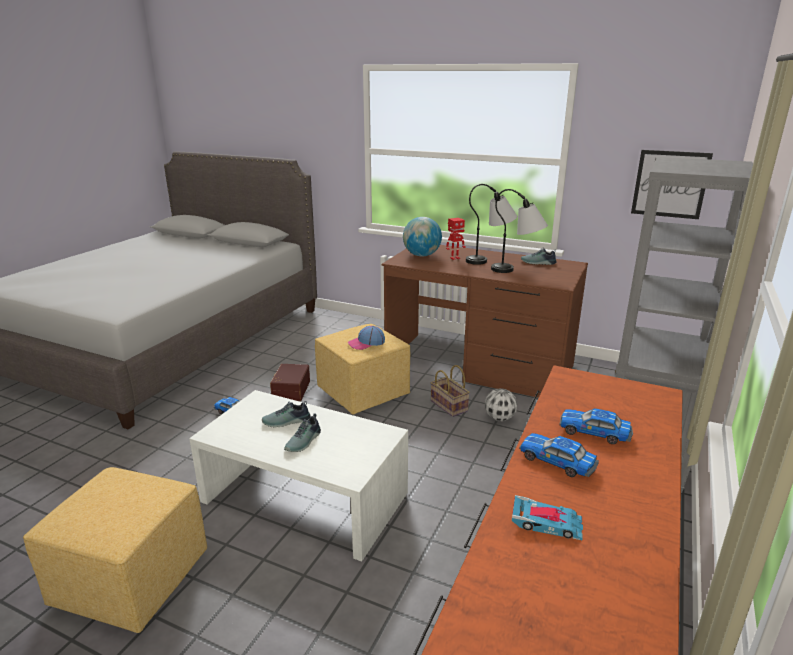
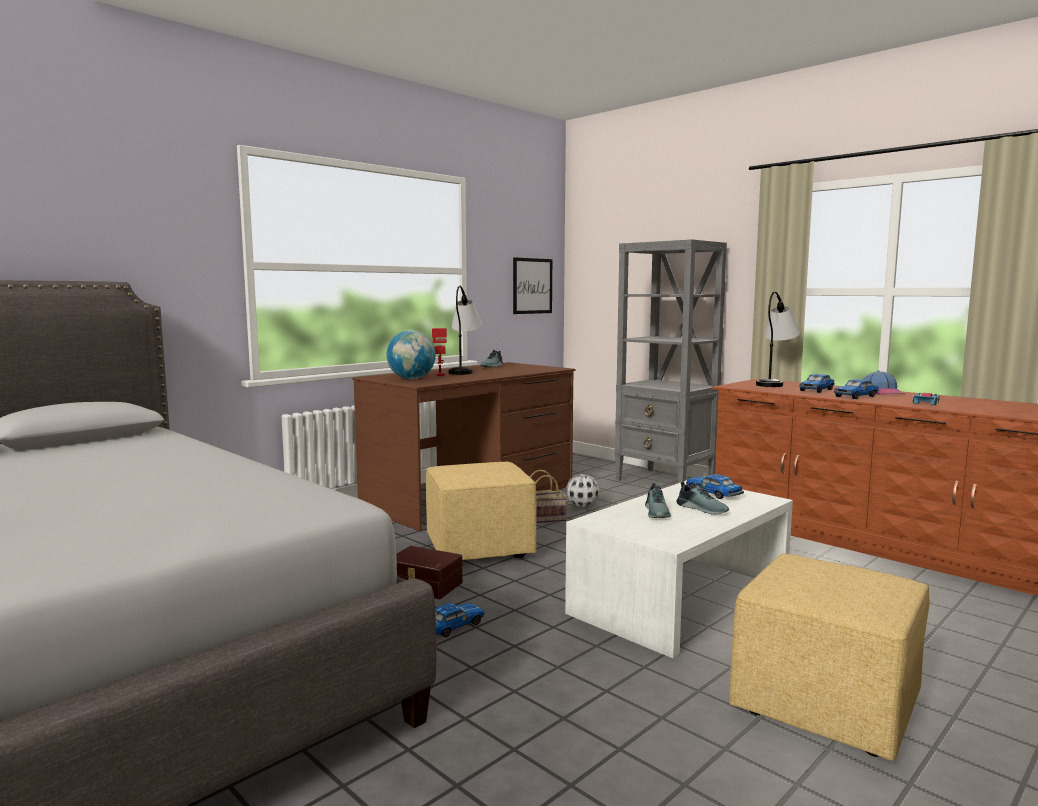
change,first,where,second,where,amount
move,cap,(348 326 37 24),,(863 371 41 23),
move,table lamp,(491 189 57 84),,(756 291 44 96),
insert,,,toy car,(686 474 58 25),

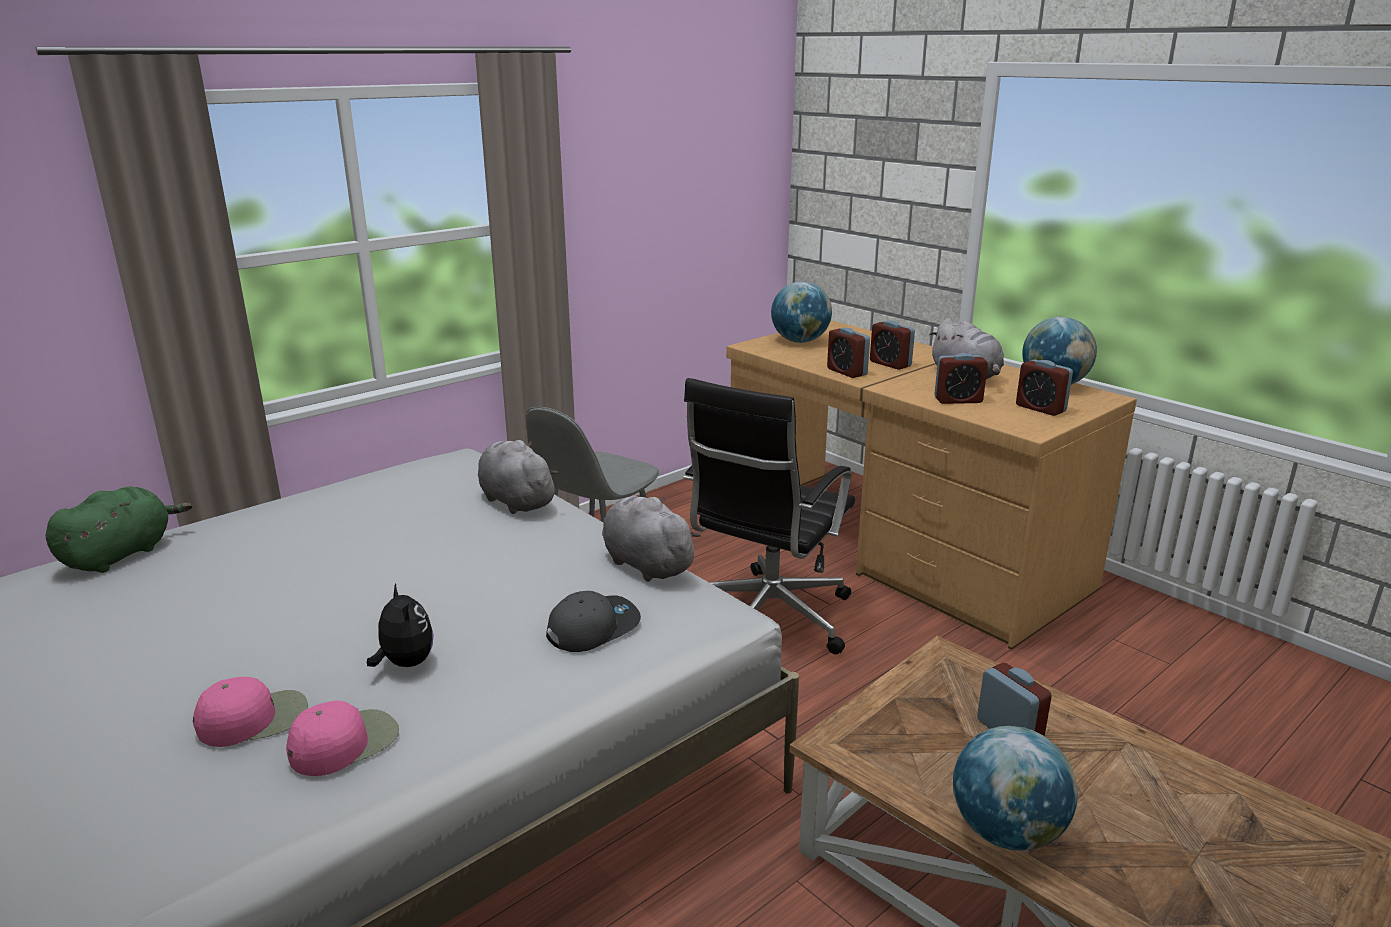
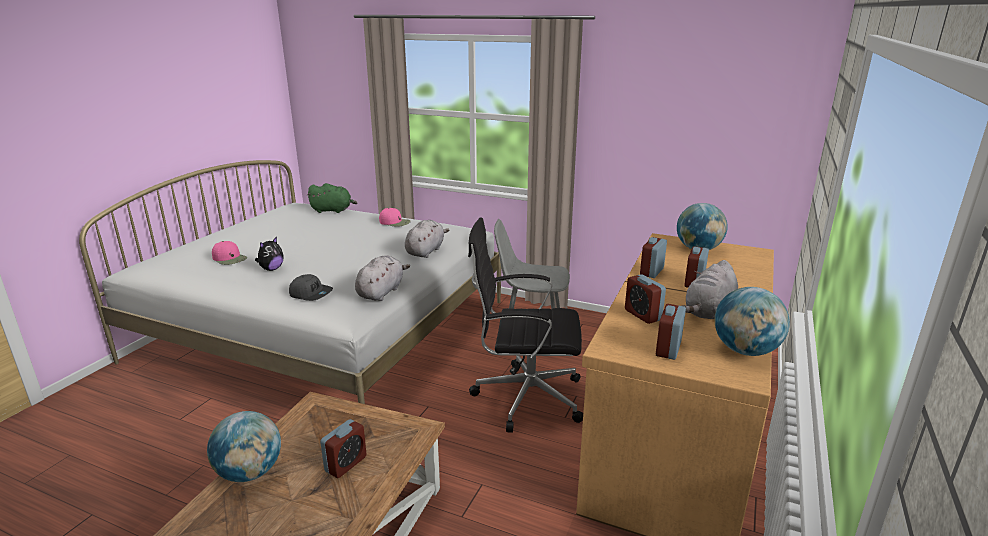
change,first,where,second,where,amount
move,pink cap,(286 701 113 75),,(379 208 32 19),

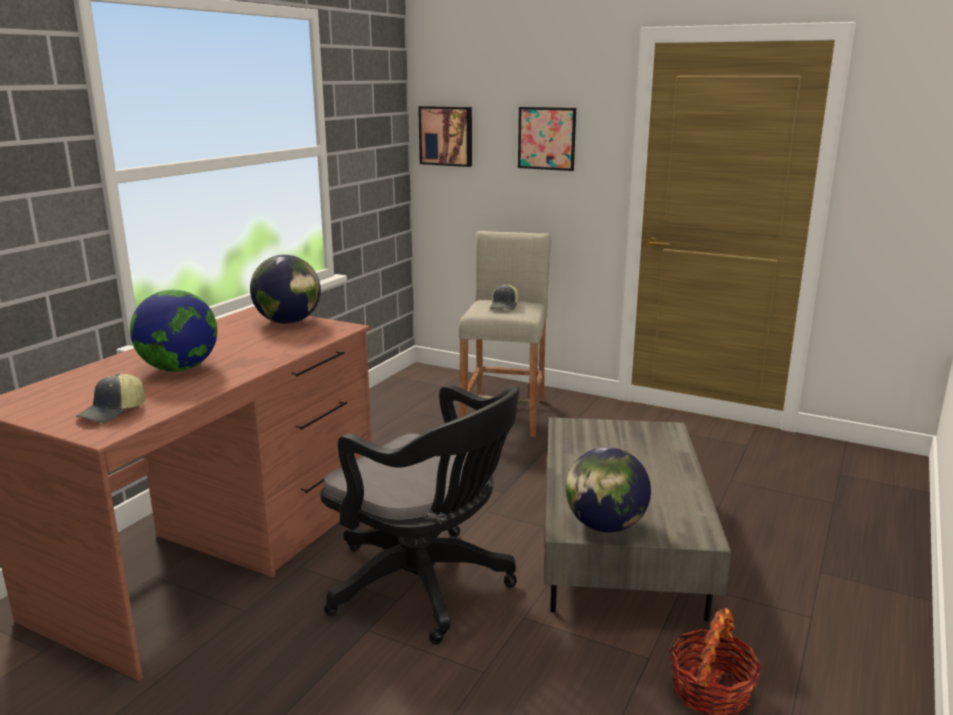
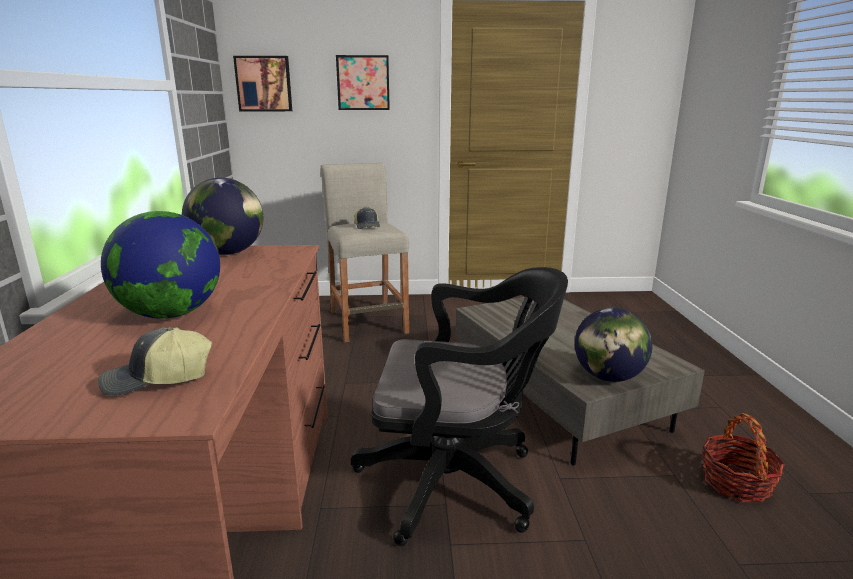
change,first,where,second,where,amount
rotate,cap,(76 374 69 48),,(98 327 114 69),75 degrees clockwise

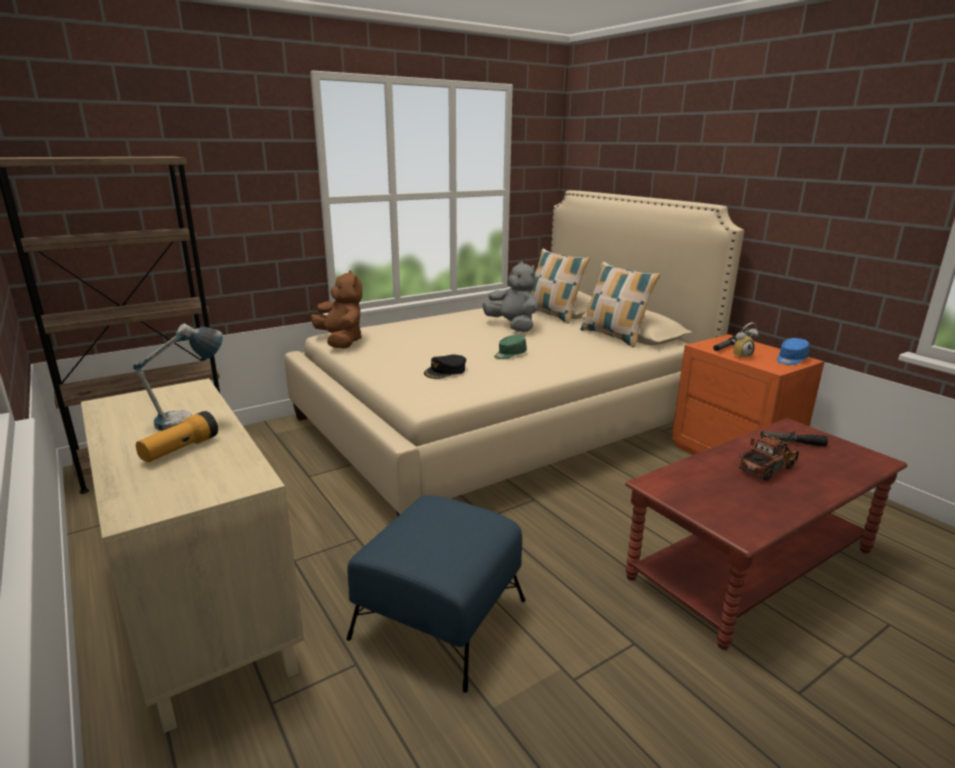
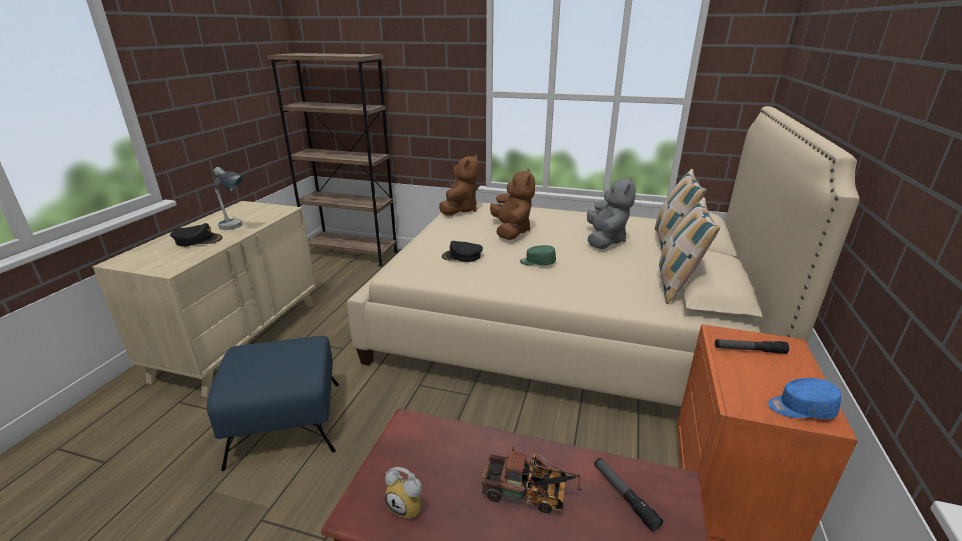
change,first,where,second,where,amount
replace,flashlight,(136 411 82 51),black cap,(170 223 53 24),
move,alarm clock,(732 322 26 37),,(385 467 37 53),
insert,,,brown plush toy,(490 168 45 72),

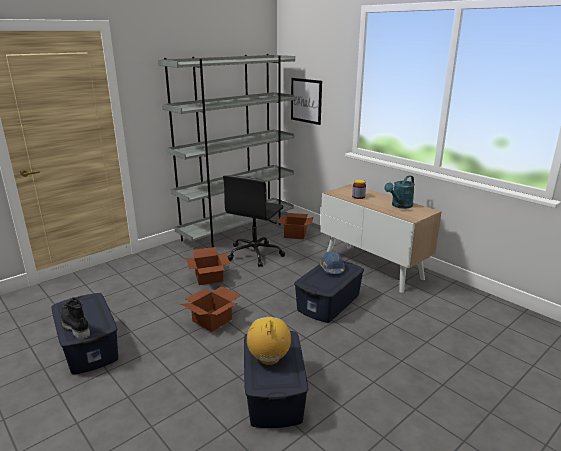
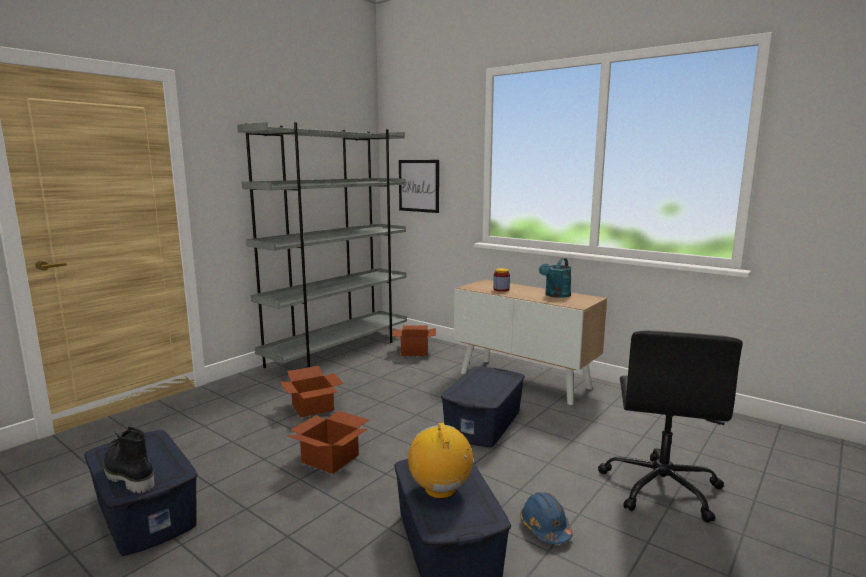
change,first,where,second,where,amount
move,black office chair,(223 175 62 92),,(598 330 145 193),
move,blue hard hat,(320 251 25 23),,(520 492 53 52),

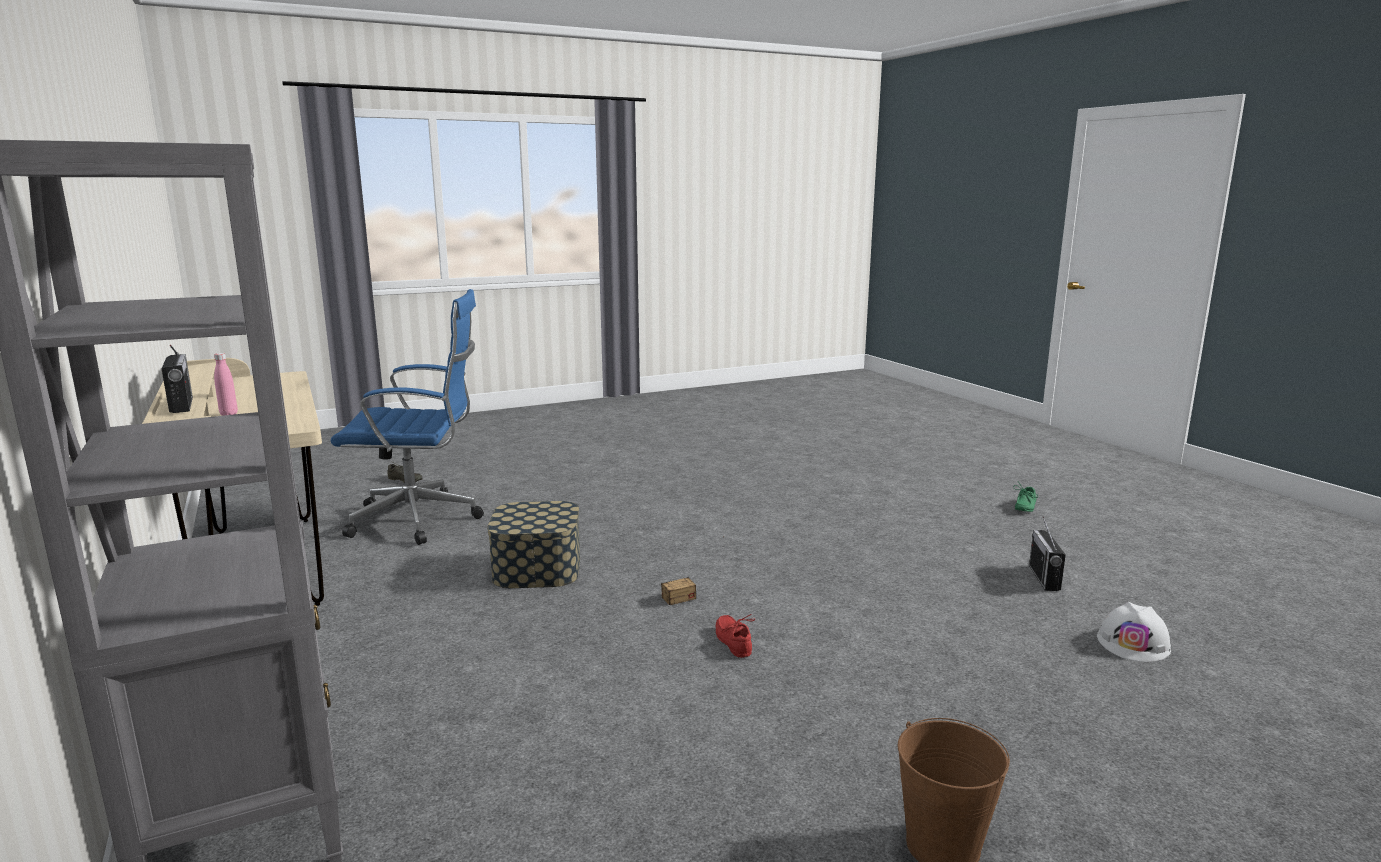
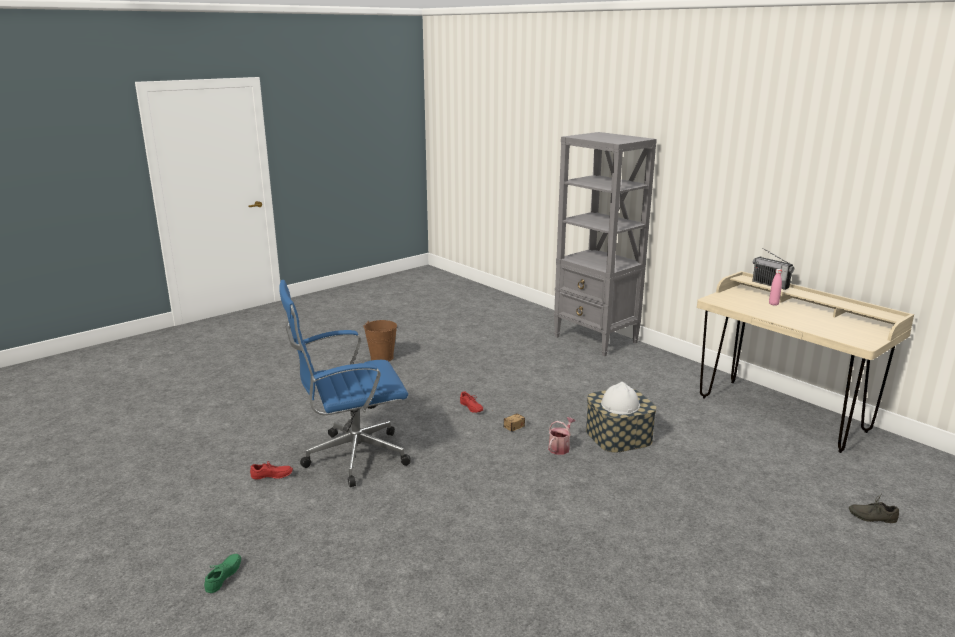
change,first,where,second,where,amount
move,blue office chair,(331 289 153 256),,(279 280 132 207),
replace,radio,(1029 517 37 74),red shoe,(250 461 43 18),
move,white hard hat,(1097 602 74 60),,(601 382 39 33),
insert,,,watering can,(548 417 28 38),

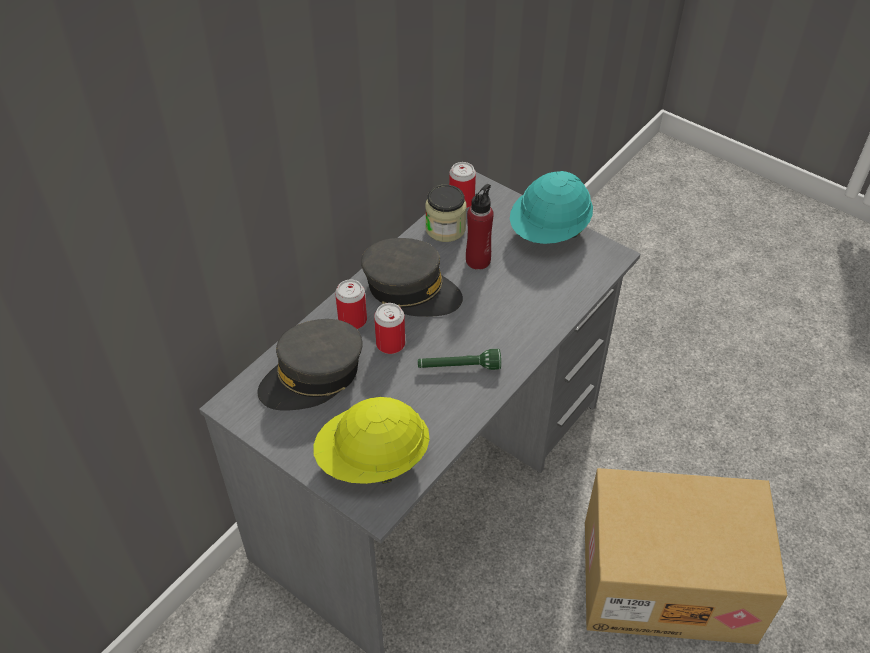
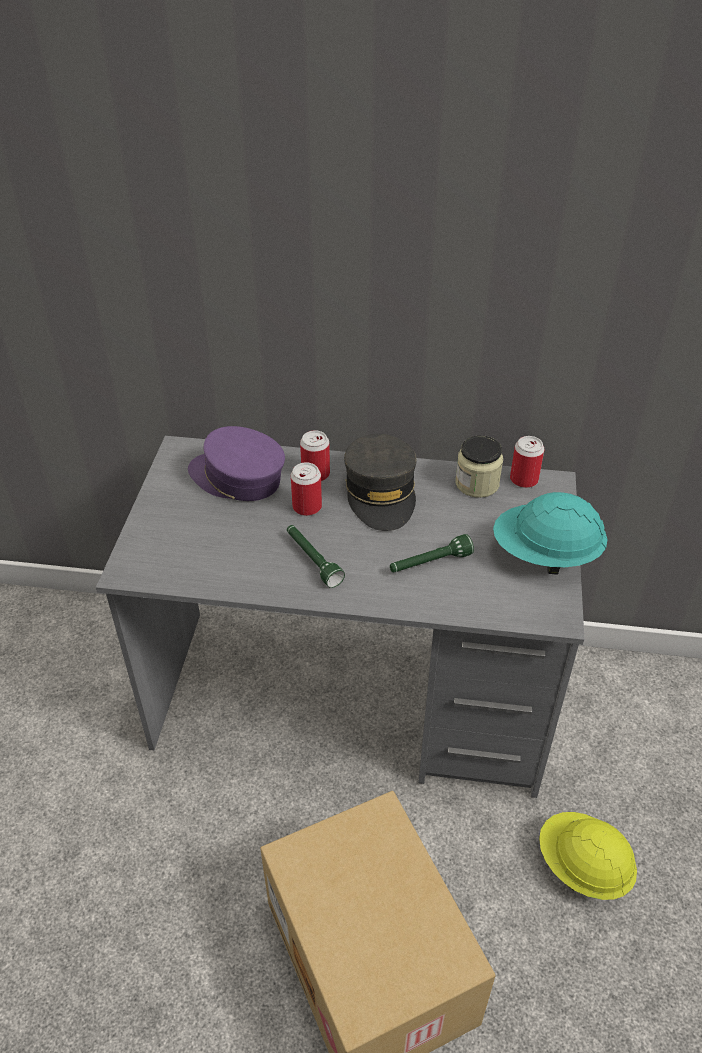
change,first,where,second,where,amount
recolor,grey cap,(257 319 106 92),purple cap,(188 426 97 75),
move,yellow hard hat,(313 397 117 87),,(539 812 98 88),
delete,red bottle,(466 184 28 86),,,
insert,,,green flashlight,(390 534 84 38),

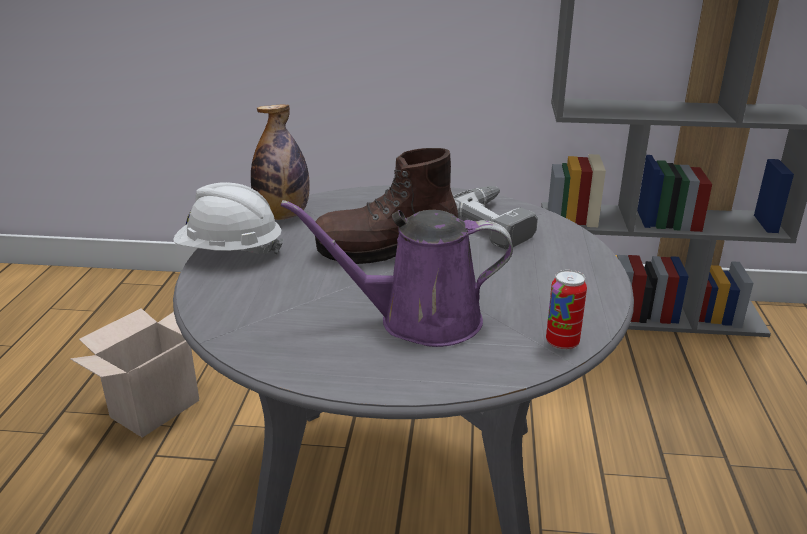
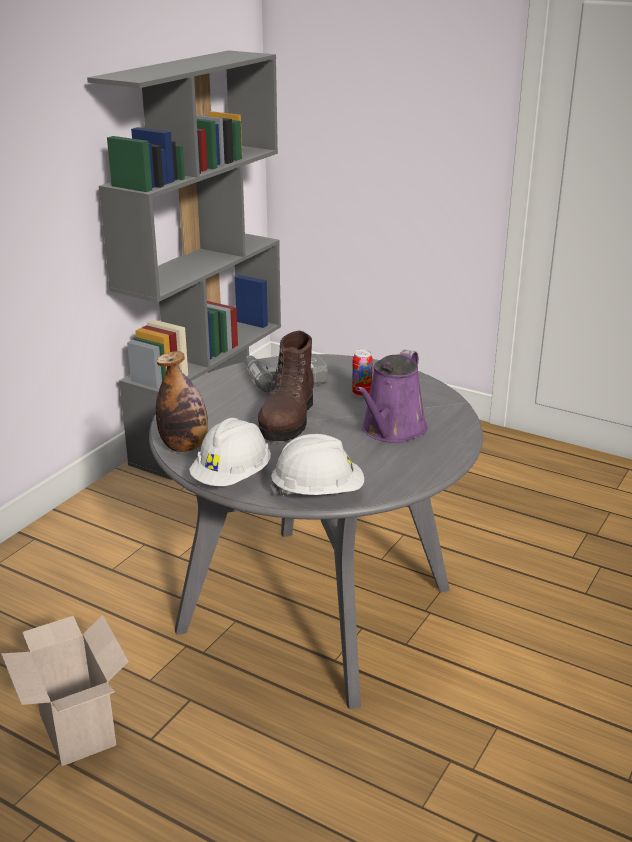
change,first,where,second,where,amount
move,can,(546 270 41 80),,(352 350 21 47),
insert,,,white hard hat,(270 434 94 62),

